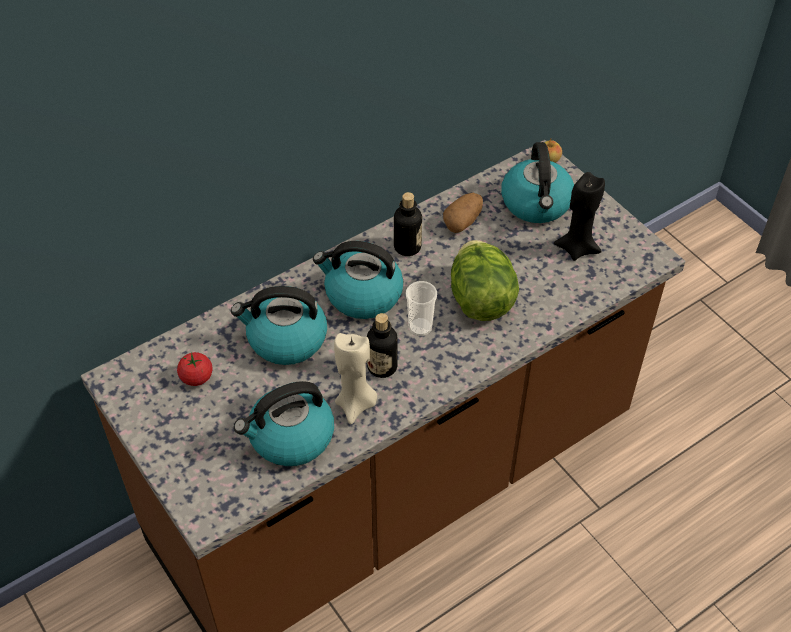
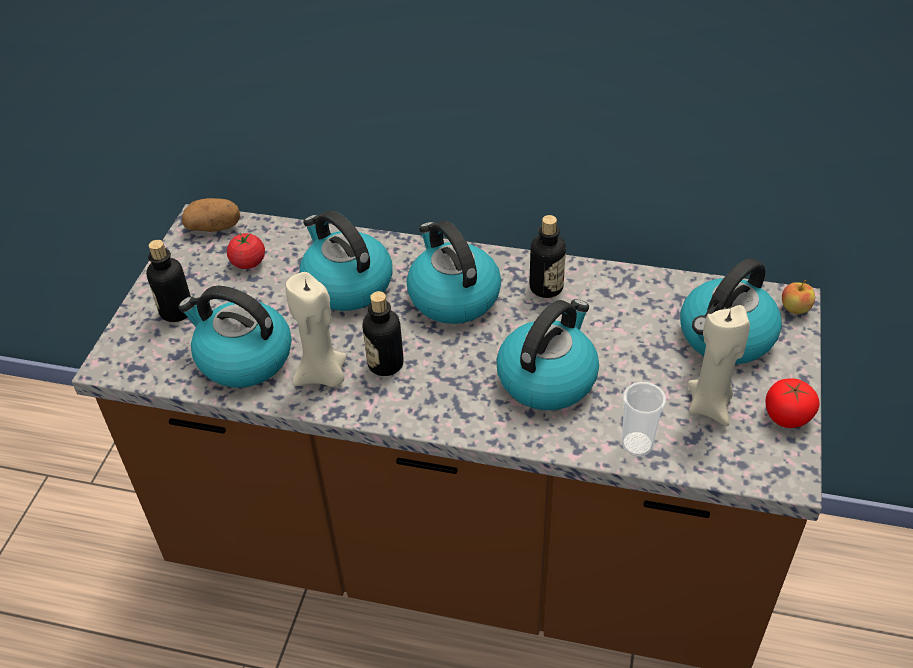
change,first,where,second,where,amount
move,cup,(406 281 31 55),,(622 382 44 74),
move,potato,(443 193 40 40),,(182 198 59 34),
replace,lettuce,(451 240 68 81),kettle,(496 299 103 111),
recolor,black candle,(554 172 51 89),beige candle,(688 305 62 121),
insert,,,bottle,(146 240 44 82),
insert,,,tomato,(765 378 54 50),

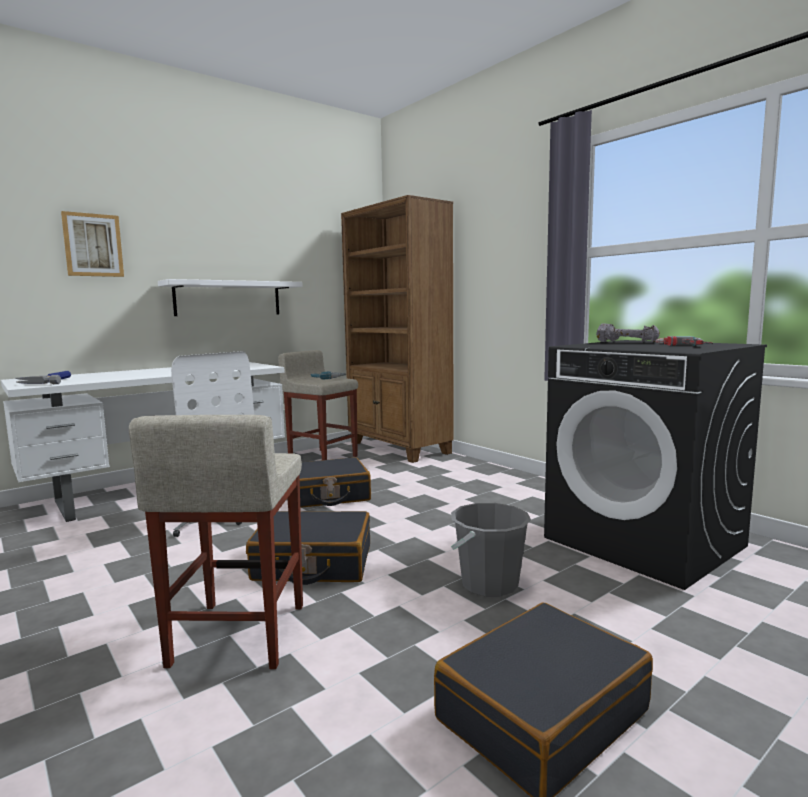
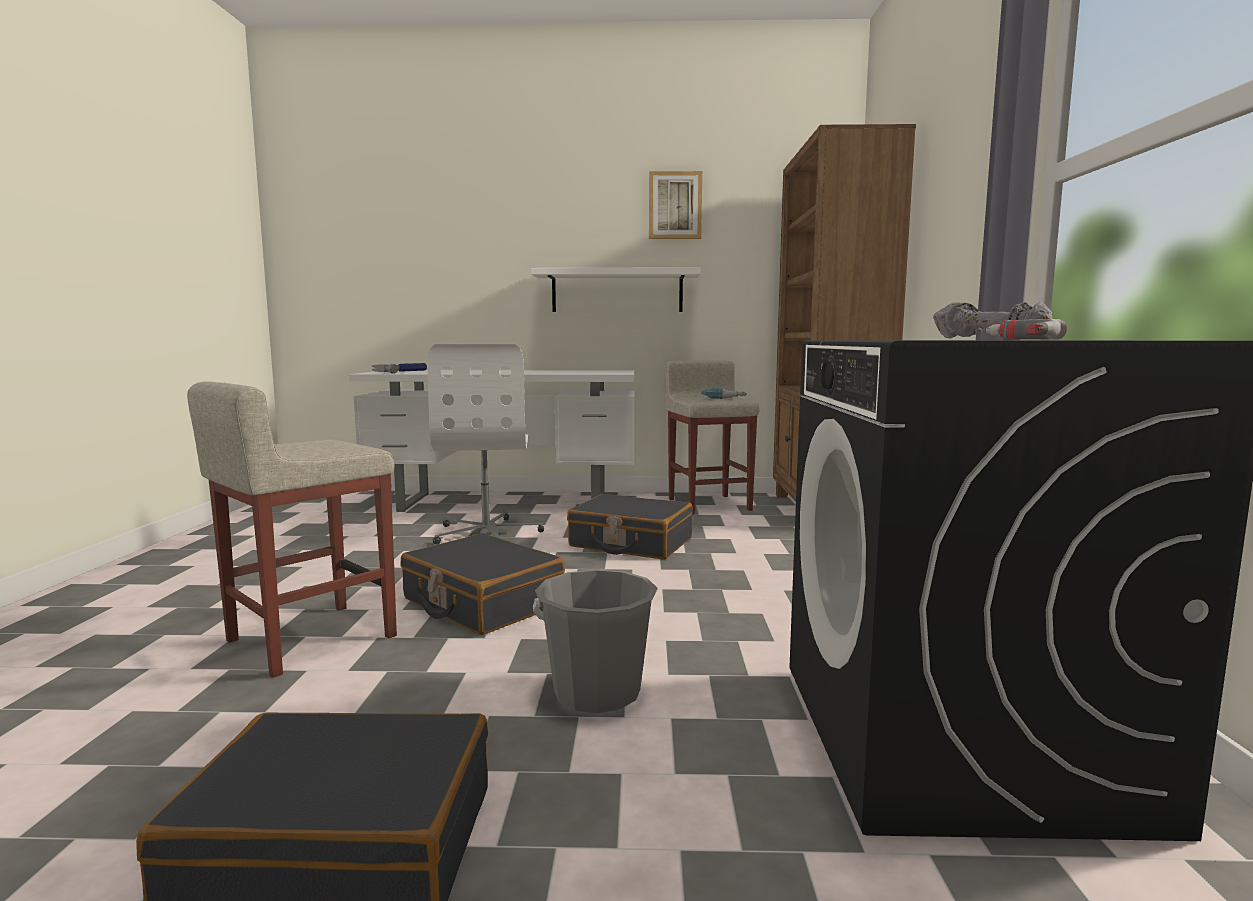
change,first,where,second,where,amount
move,picture,(61 211 63 66),,(649 171 53 68),

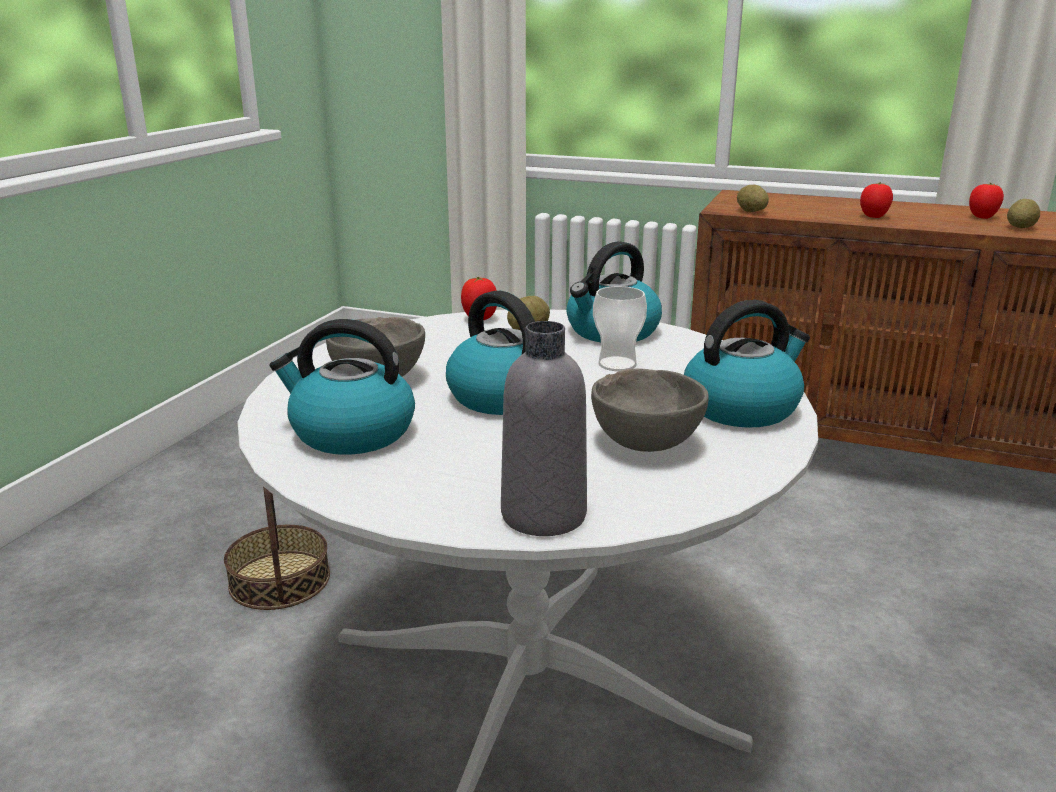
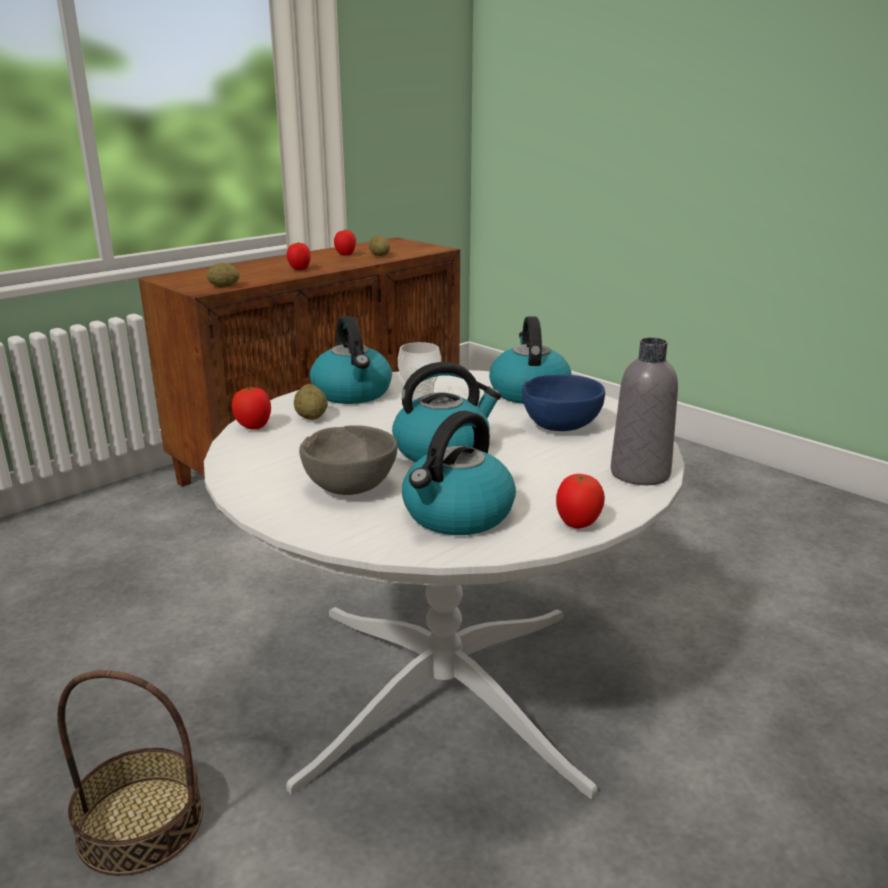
change,first,where,second,where,amount
recolor,grey bowl,(591 368 118 84),blue bowl,(522 375 83 56),
insert,,,tomato,(556 473 49 56),

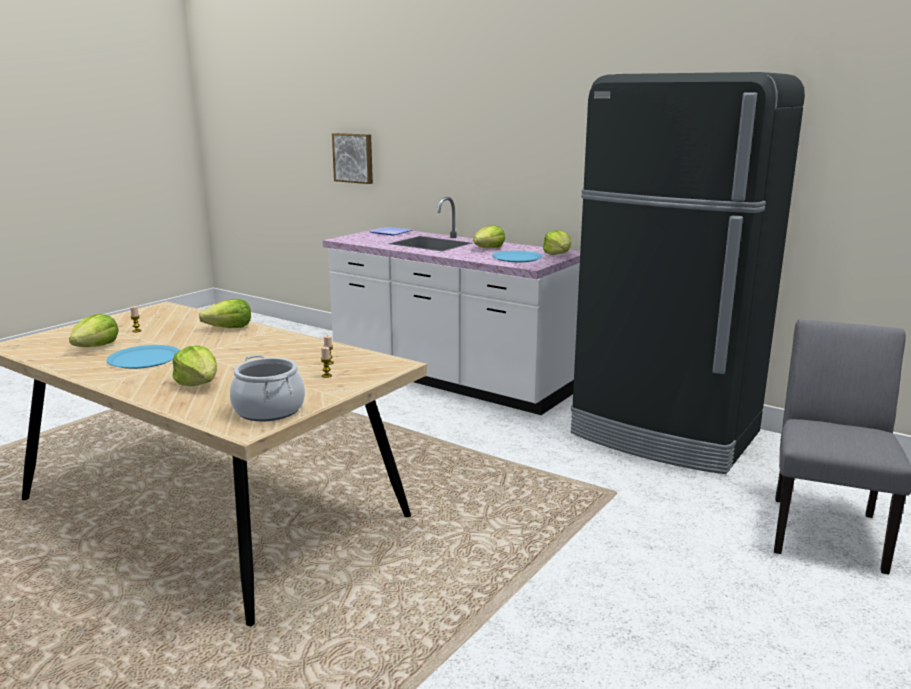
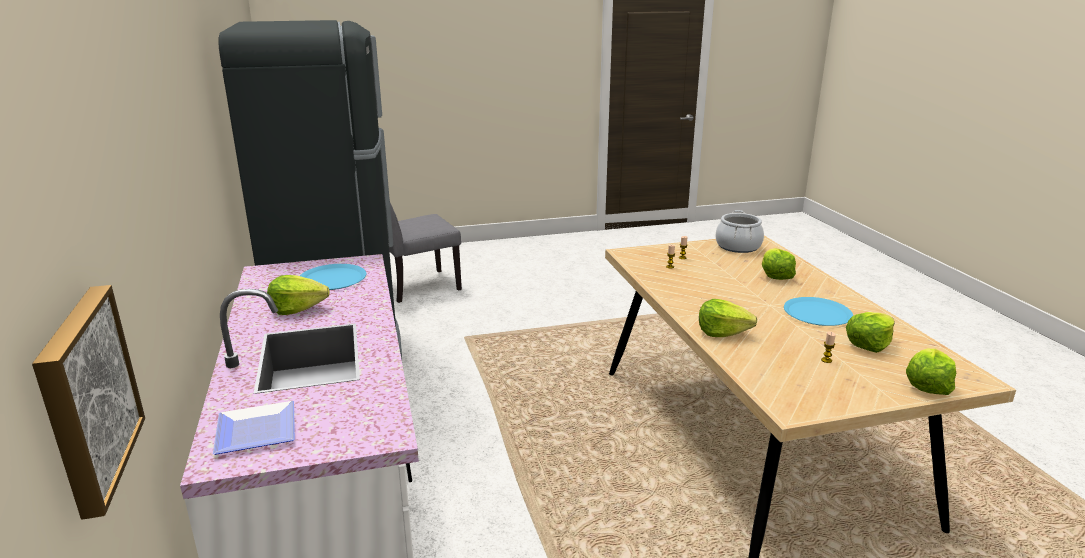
change,first,where,second,where,amount
move,lettuce,(543 230 29 25),,(906 348 50 47),

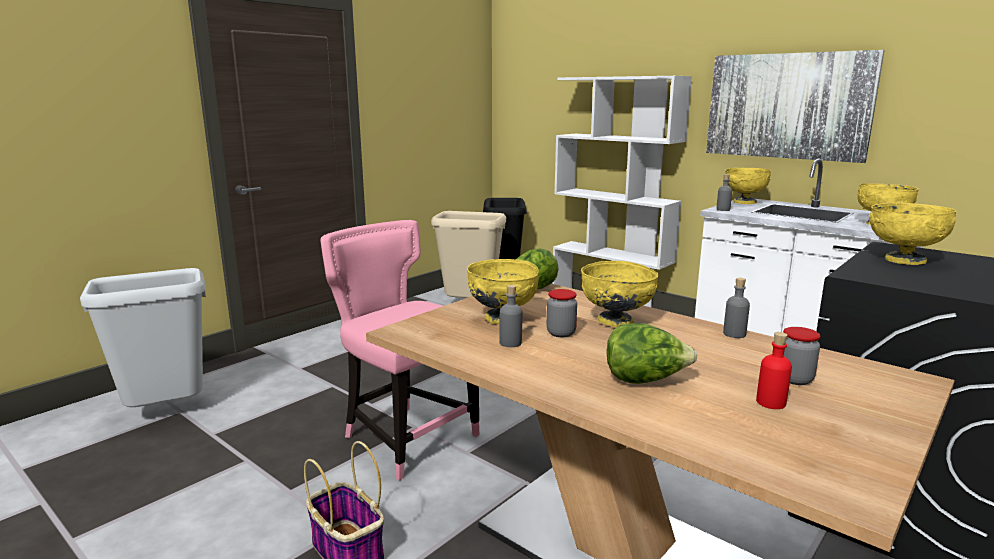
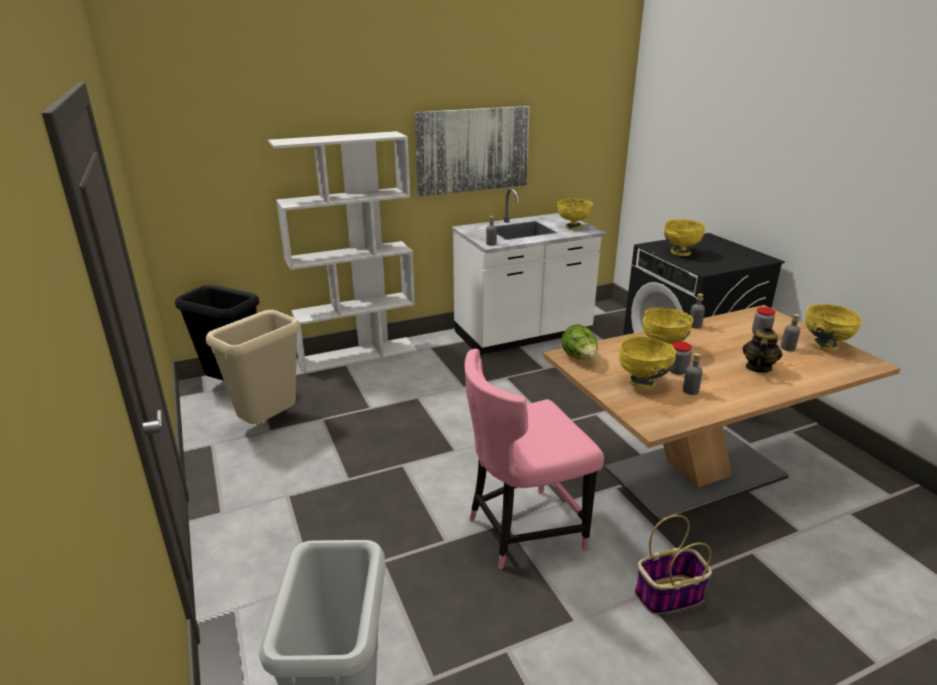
change,first,where,second,where,amount
replace,lettuce,(606 323 91 61),teapot,(743 324 39 49),
move,yellow bowl,(726 168 45 36),,(805 304 57 47),
recolor,red bottle,(756 332 36 77),grey bottle,(780 314 20 37),

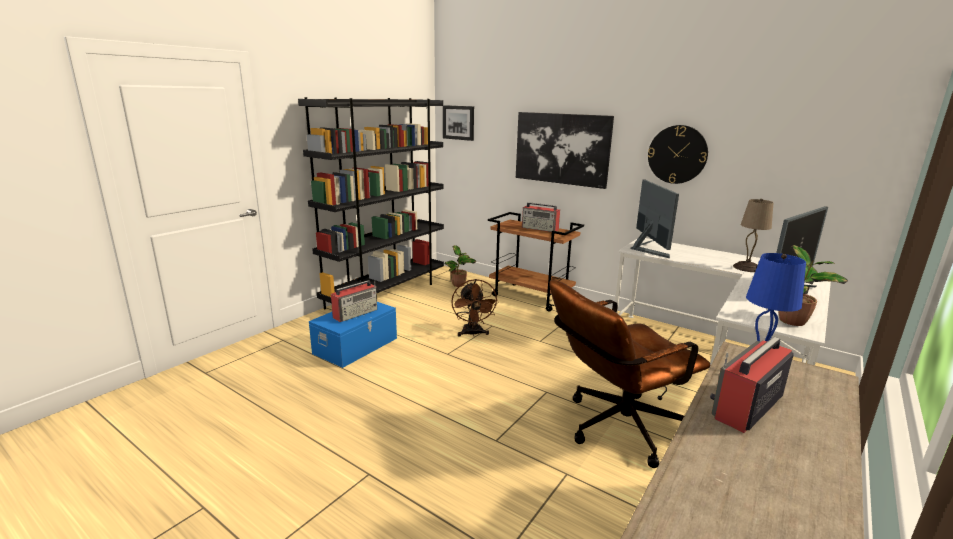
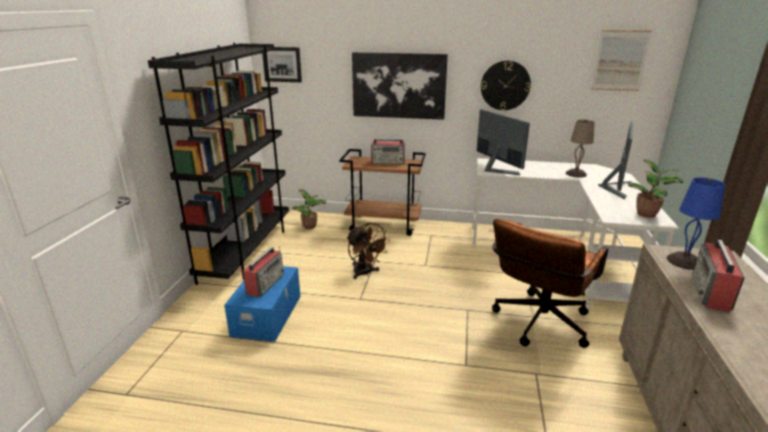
change,first,where,second,where,amount
insert,,,picture,(591 30 61 61),

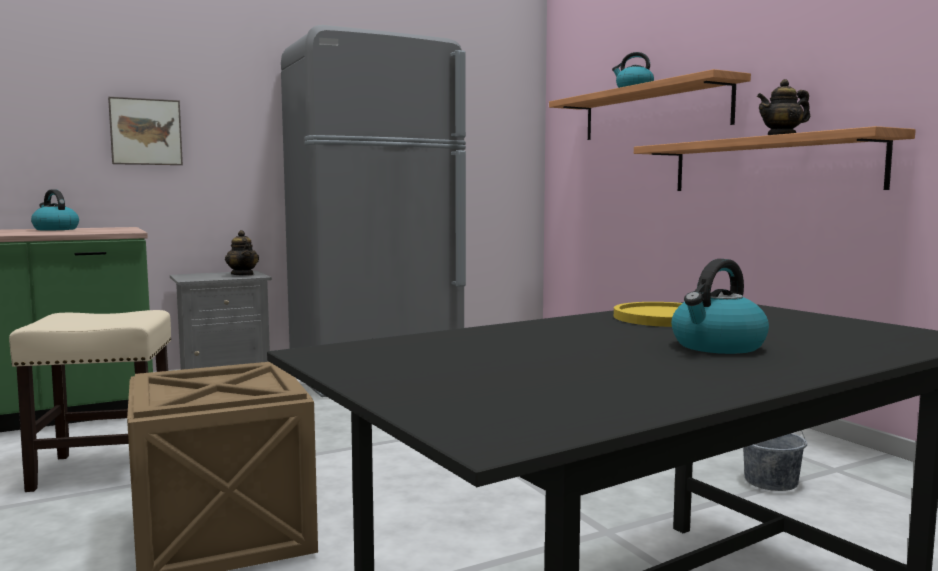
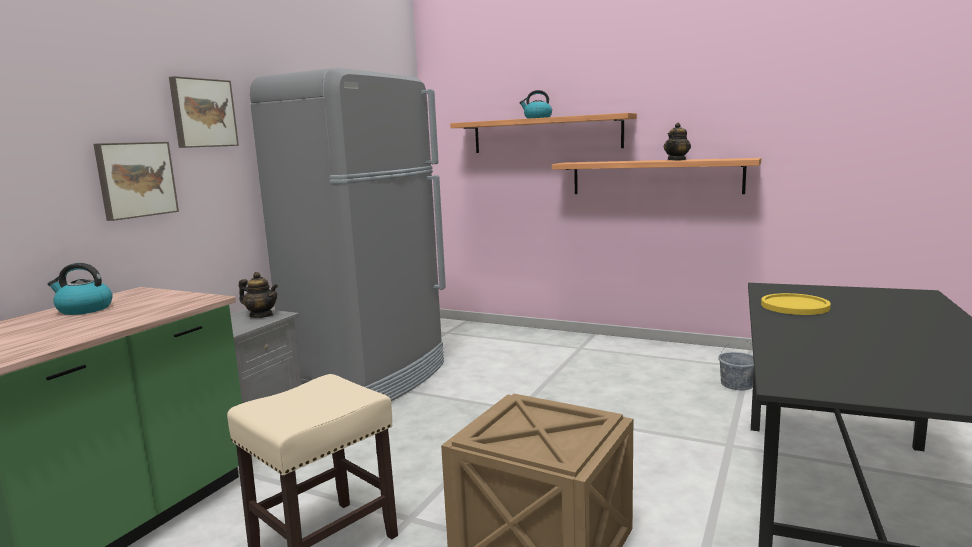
change,first,where,second,where,amount
delete,kettle,(671 259 98 95),,,
insert,,,picture,(169 76 70 72),

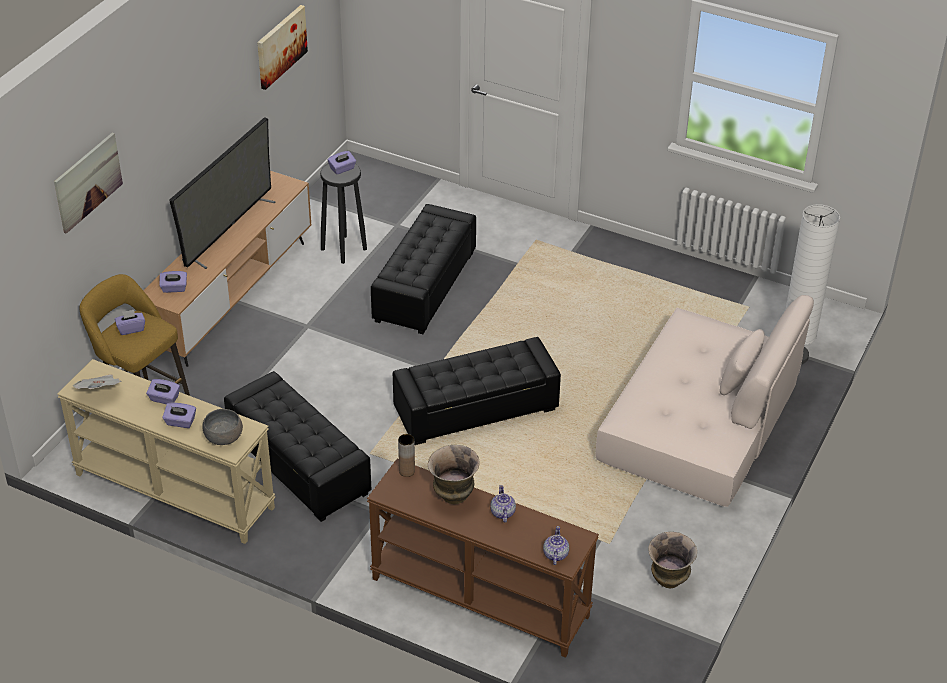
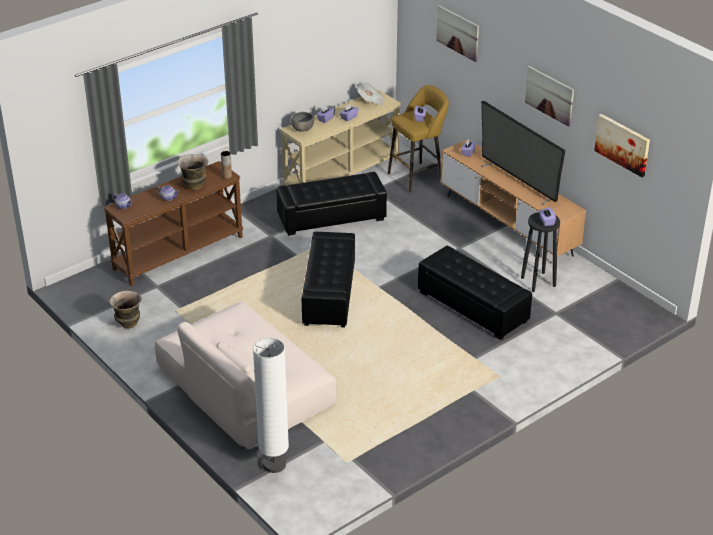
change,first,where,second,where,amount
insert,,,picture,(525 66 49 61),

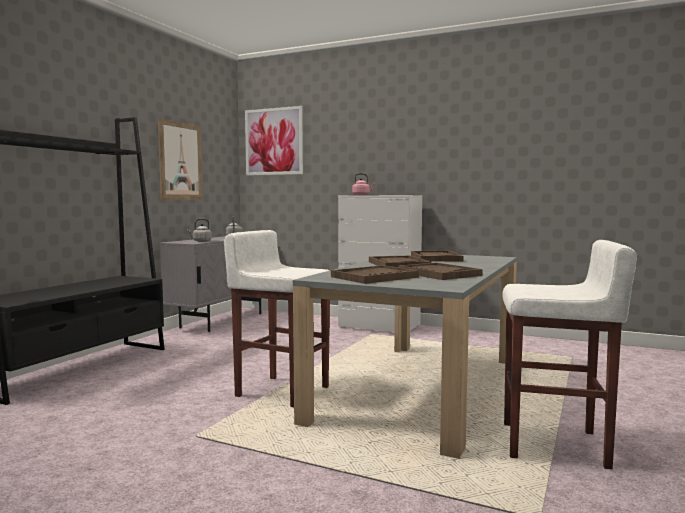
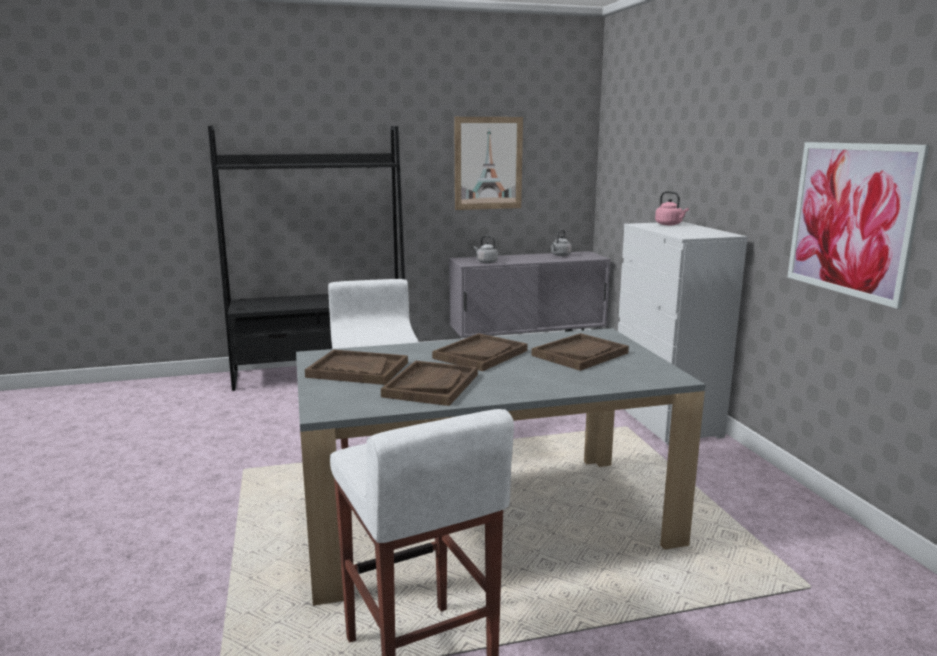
change,first,where,second,where,amount
move,picture,(245 106 58 69),,(787 142 143 167),

